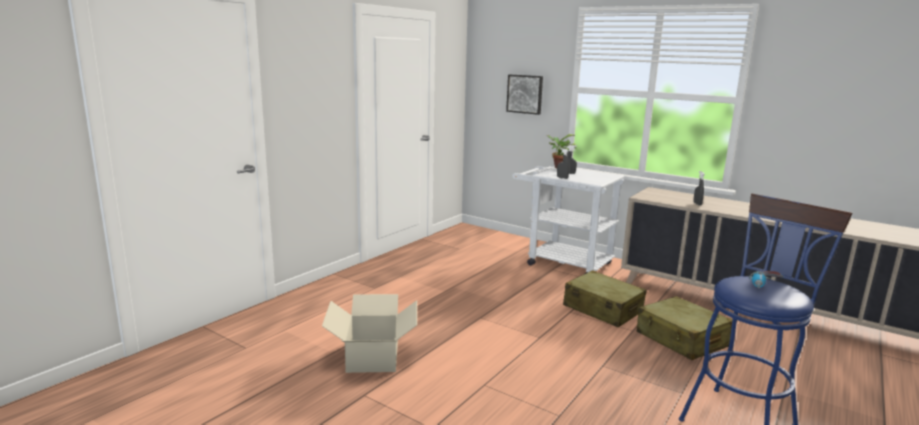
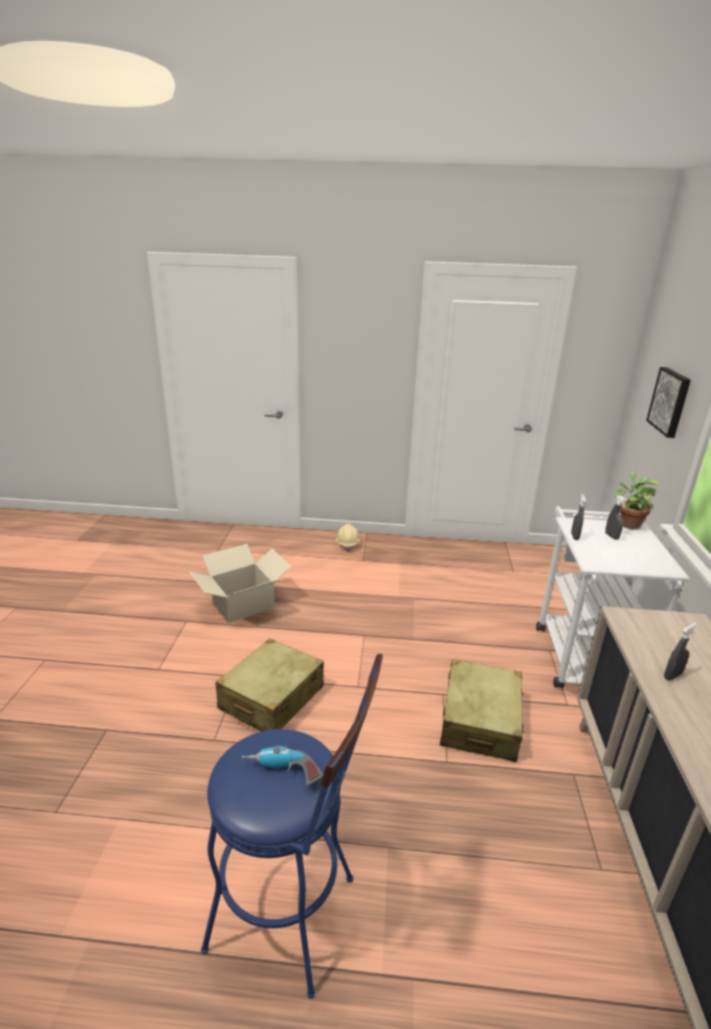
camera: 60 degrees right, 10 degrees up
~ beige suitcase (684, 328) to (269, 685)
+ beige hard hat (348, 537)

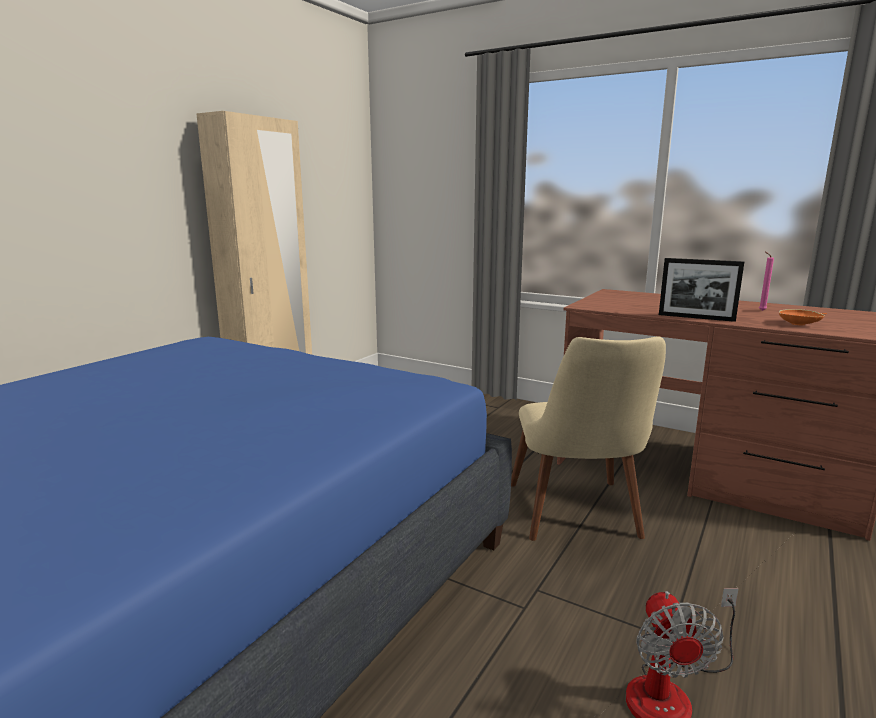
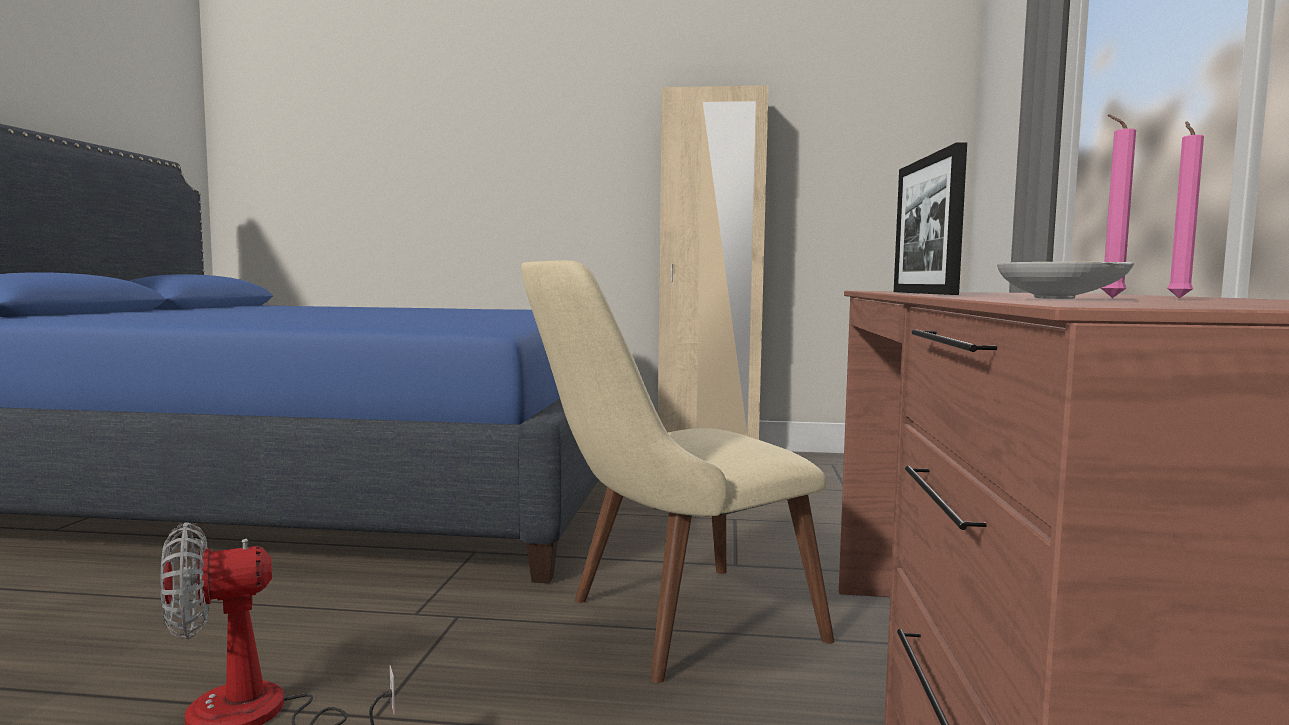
camera: 65 degrees right, 10 degrees down
~ orange bowl (803, 317) to white bowl (1065, 280)
+ pink candle (1118, 206)

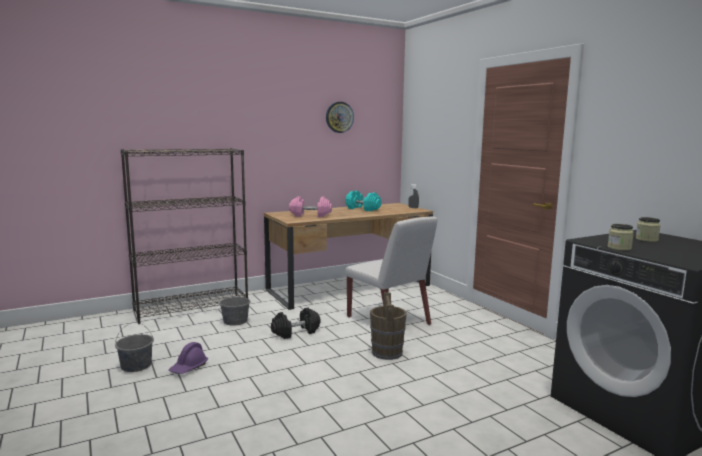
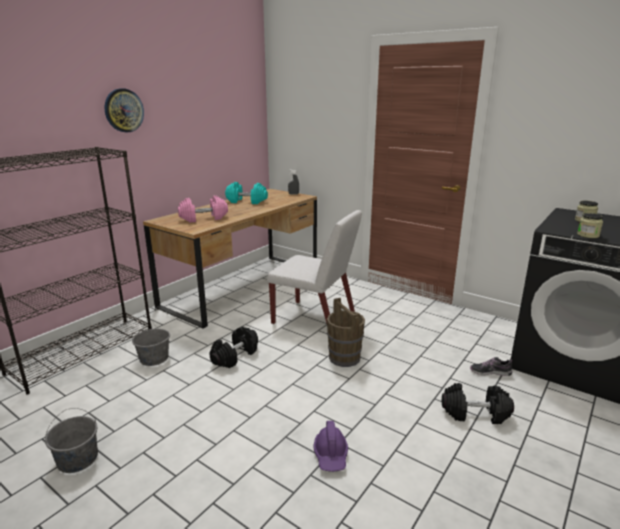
camera: 25 degrees left, 10 degrees up
~ purple hard hat (188, 358) to (330, 446)
~ wall clock (340, 117) to (124, 110)
+ black dumbbell (478, 403)
+ shoe (491, 366)

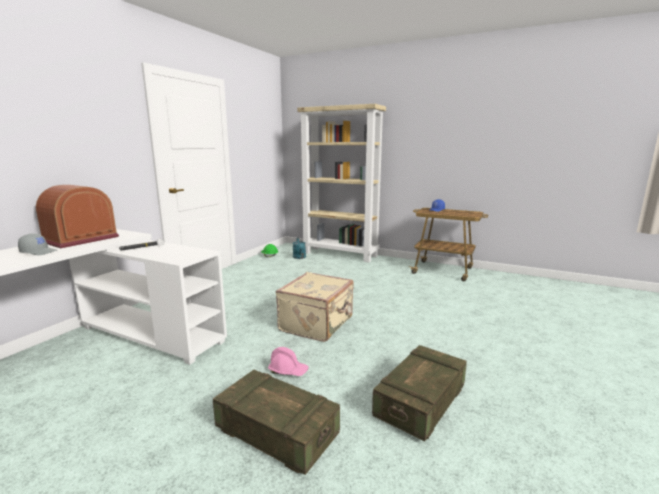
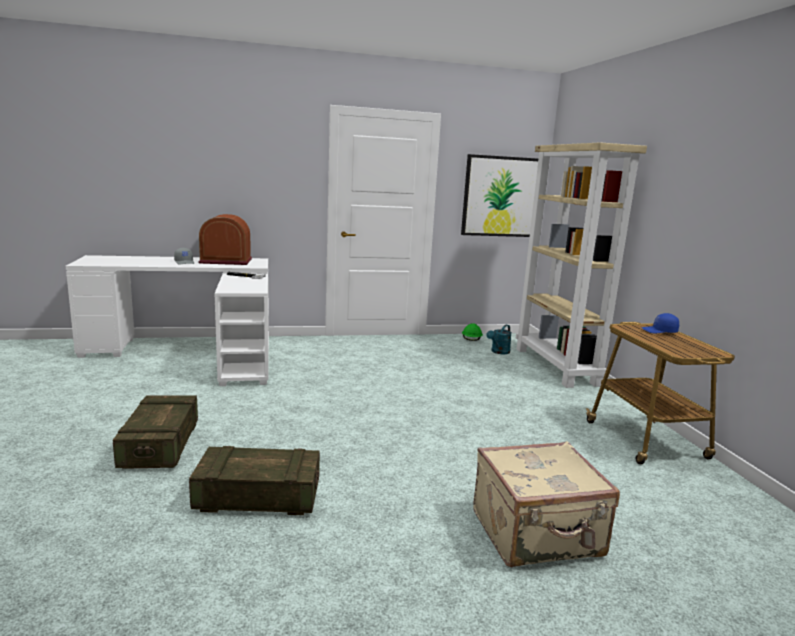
camera: 50 degrees right, 0 degrees up
- pink hard hat (288, 361)
~ beige suitcase (314, 307) to (546, 504)
+ picture (499, 195)

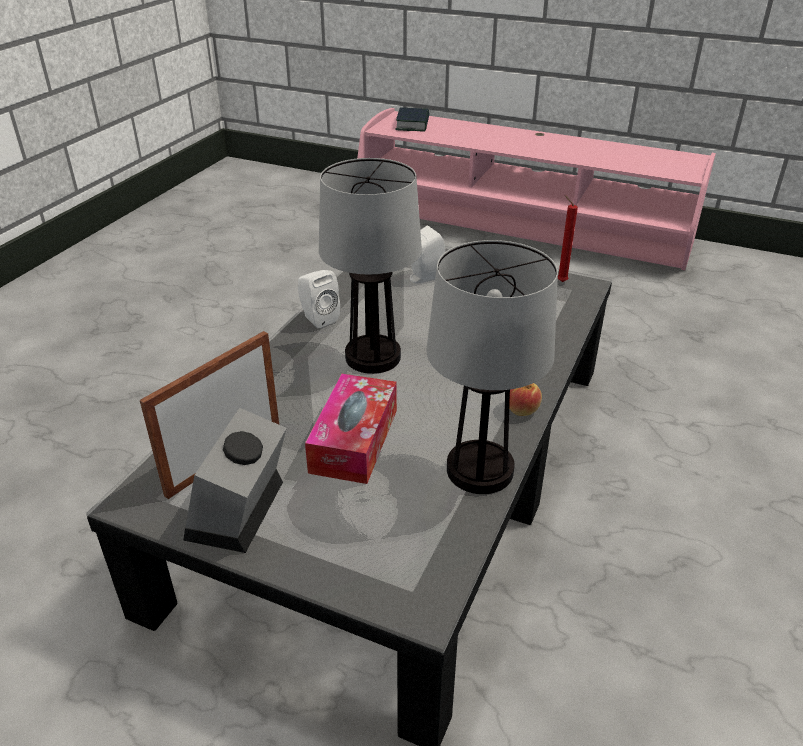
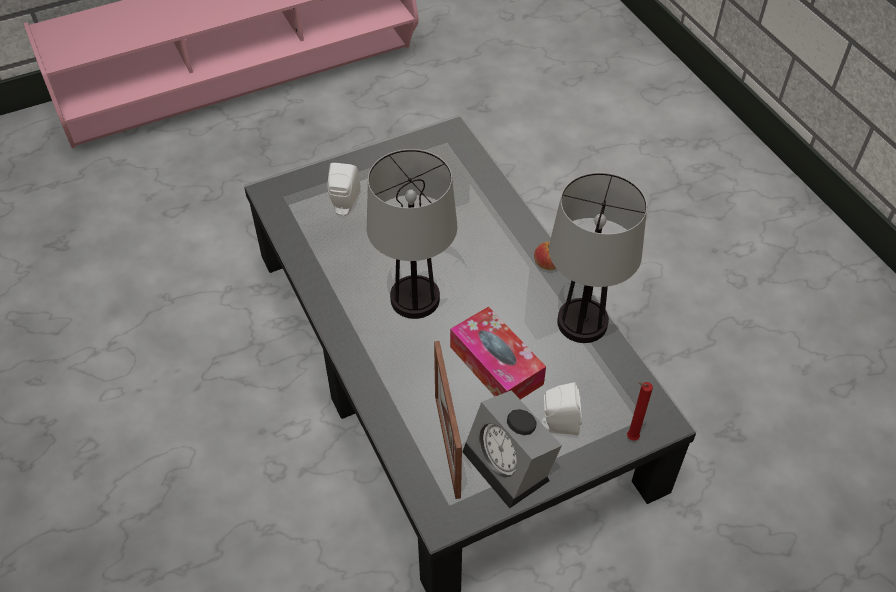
camera: 50 degrees left, 15 degrees up
~ white speaker (319, 299) to (561, 408)
- book (412, 119)
~ red candle (568, 238) to (640, 411)

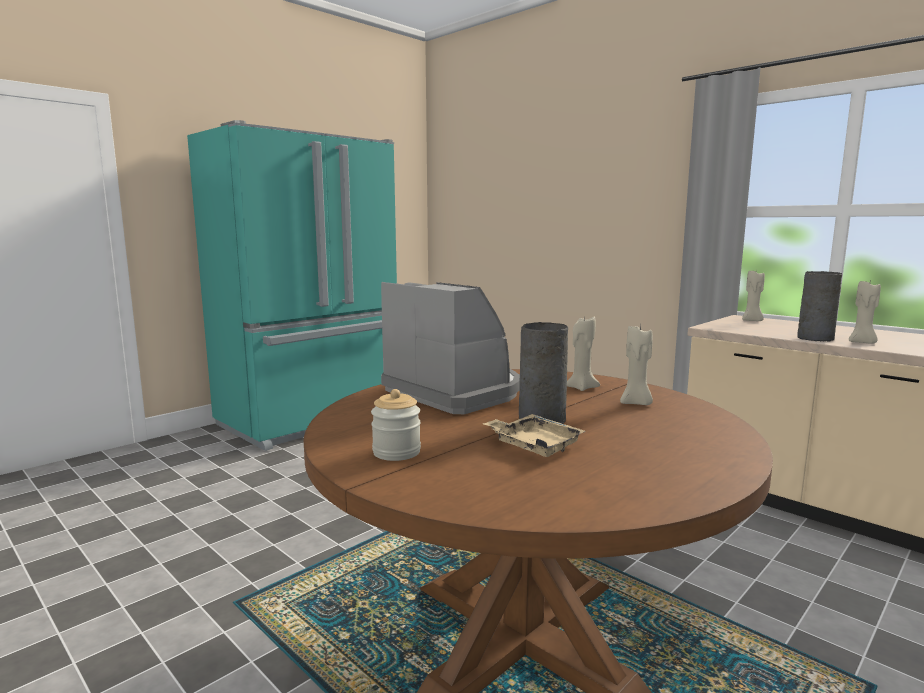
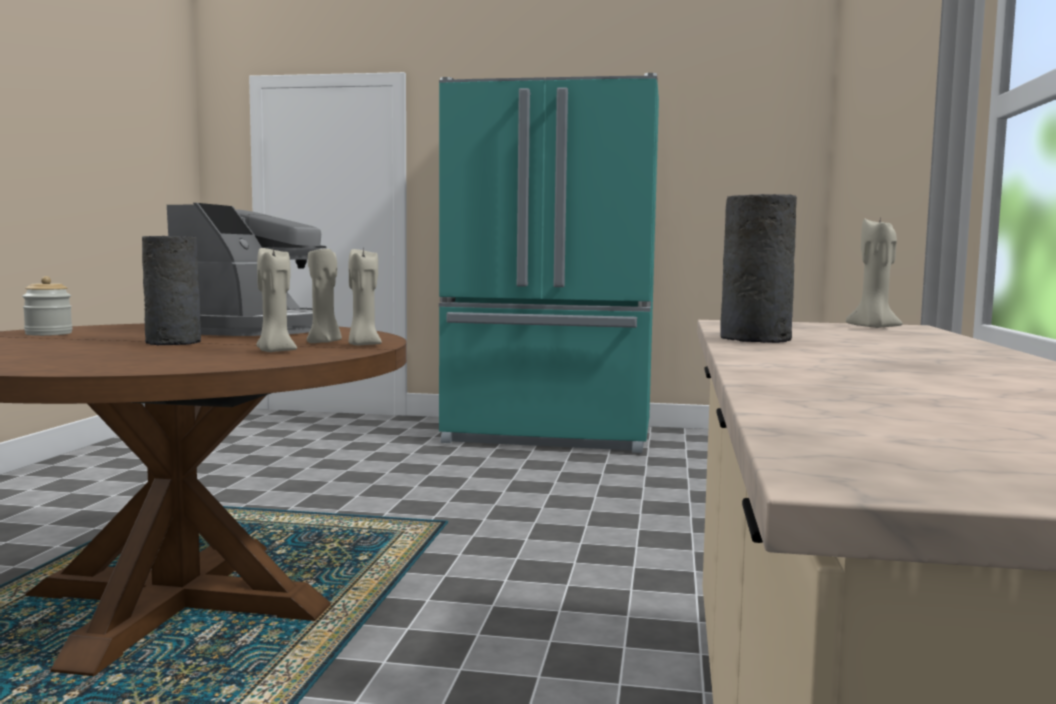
camera: 55 degrees right, 5 degrees down
- beige tray (534, 435)
~ beige candle (865, 312) to (365, 296)

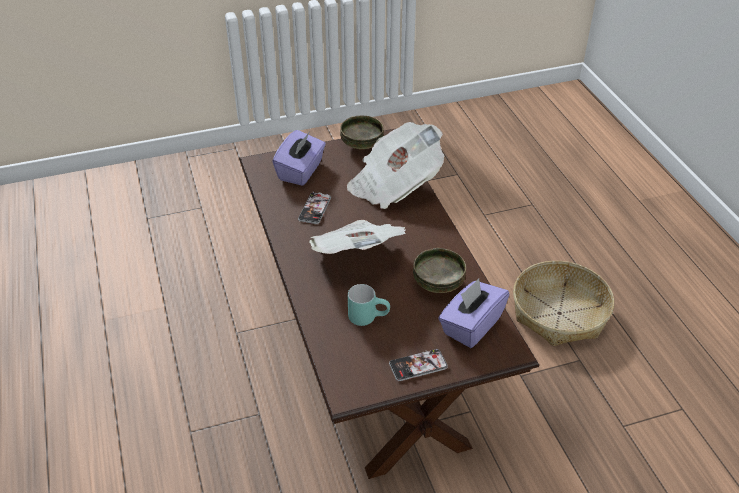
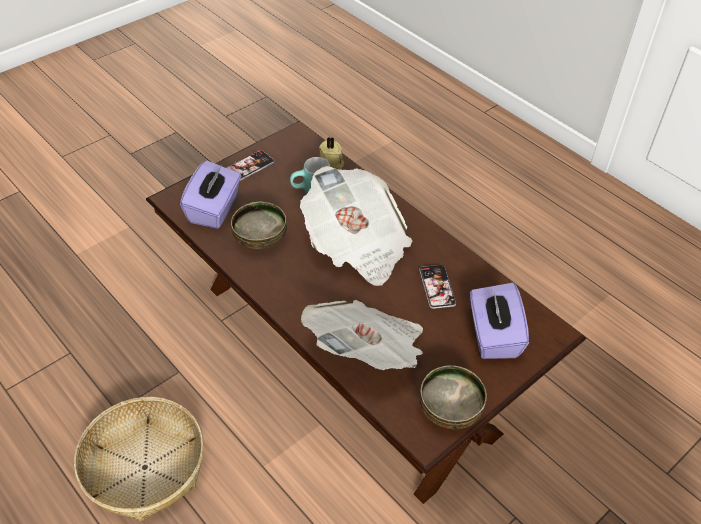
camera: 155 degrees right, 5 degrees up
+ beige candle (331, 153)

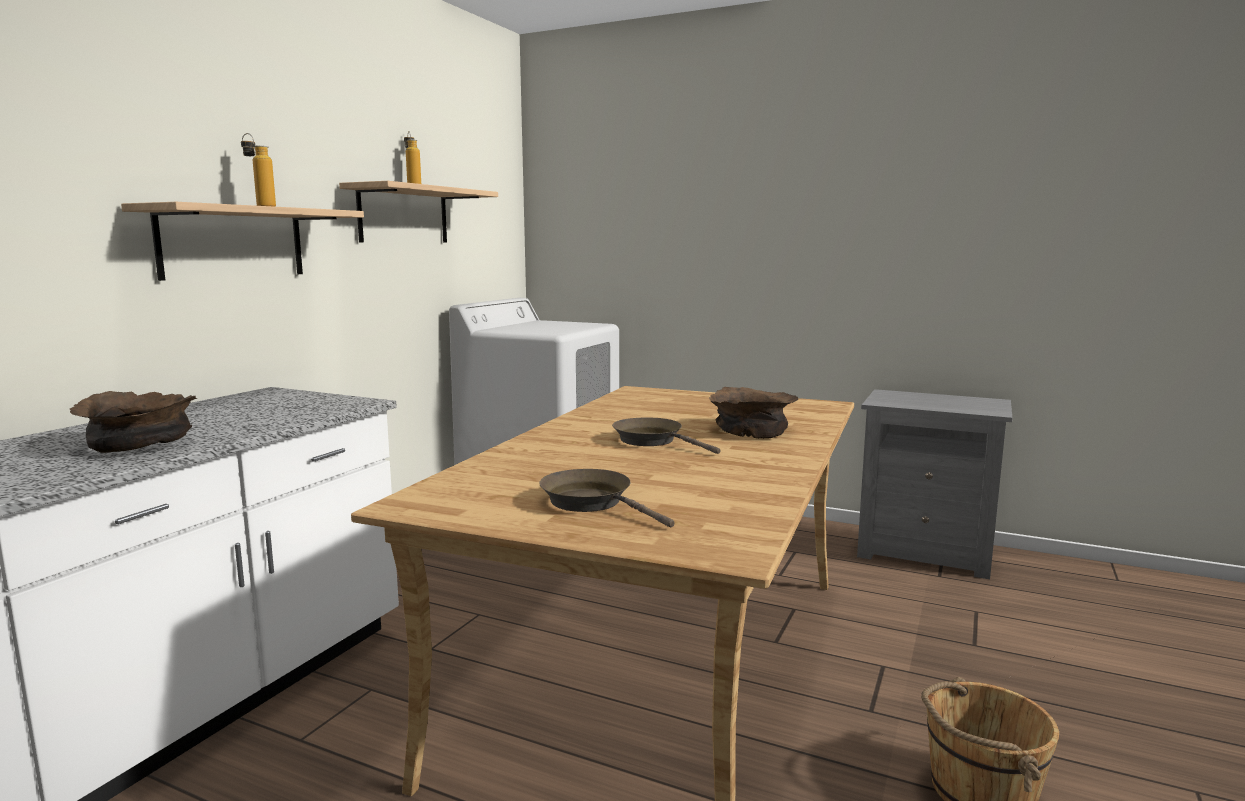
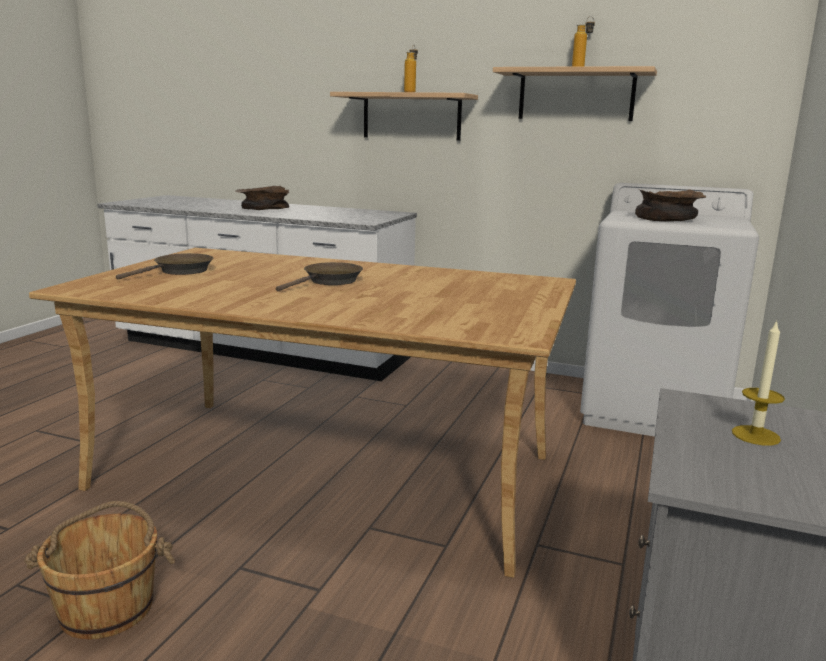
camera: 85 degrees right, 5 degrees up
~ brown bowl (753, 413) to (670, 205)
+ candle (758, 382)

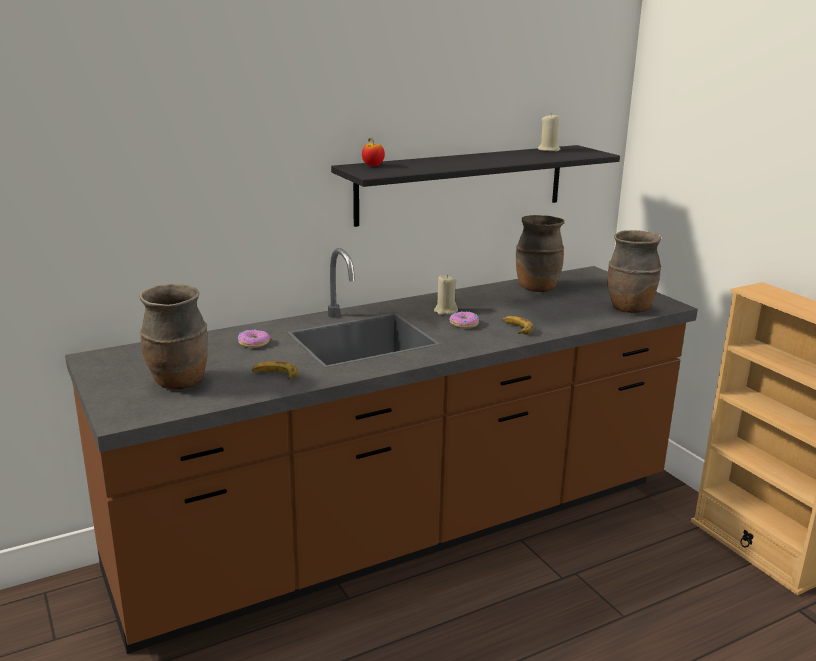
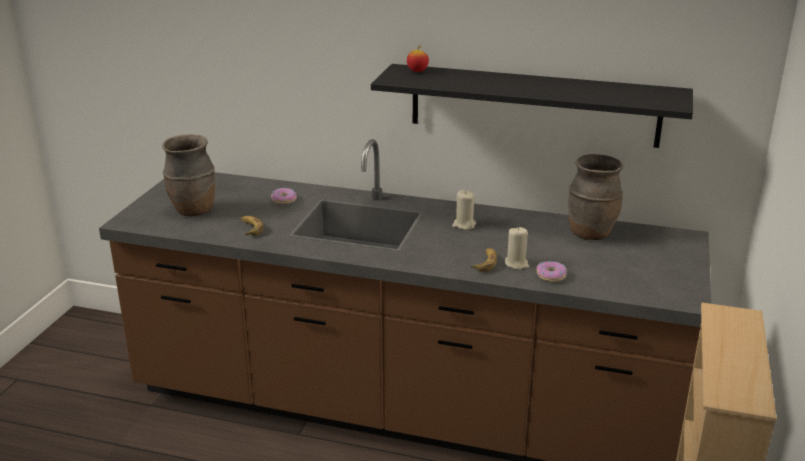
camera: 45 degrees right, 5 degrees up
~ donut (464, 319) to (551, 271)
~ beige candle (549, 132) to (517, 248)
- brown vase (634, 271)

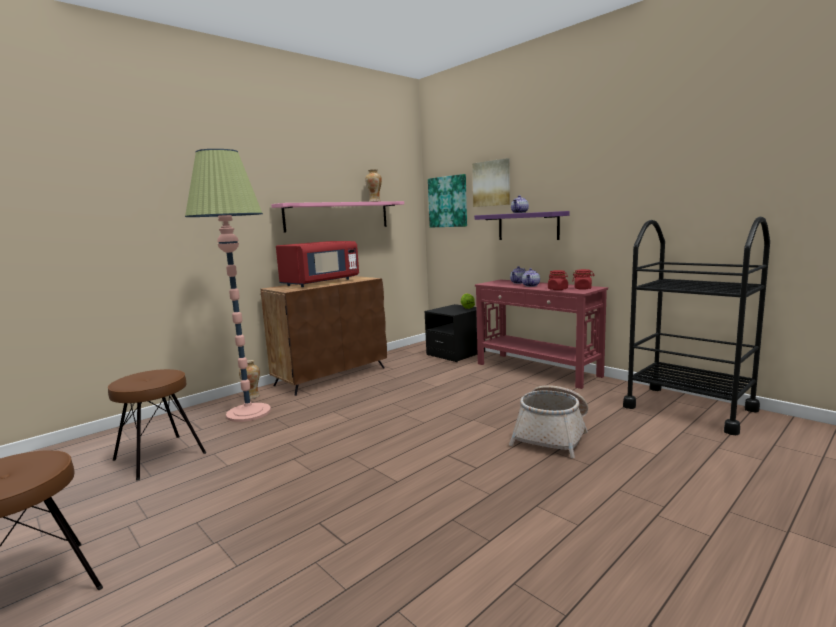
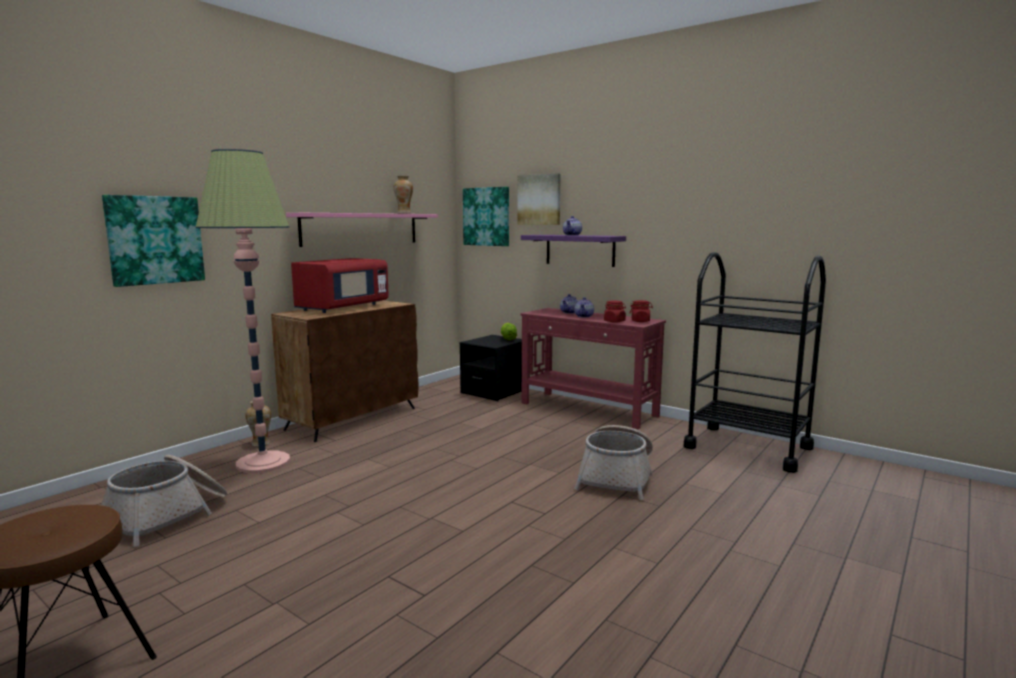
camera: 10 degrees left, 0 degrees up
~ brown stool (157, 425) to basket (164, 501)
+ picture (153, 241)

